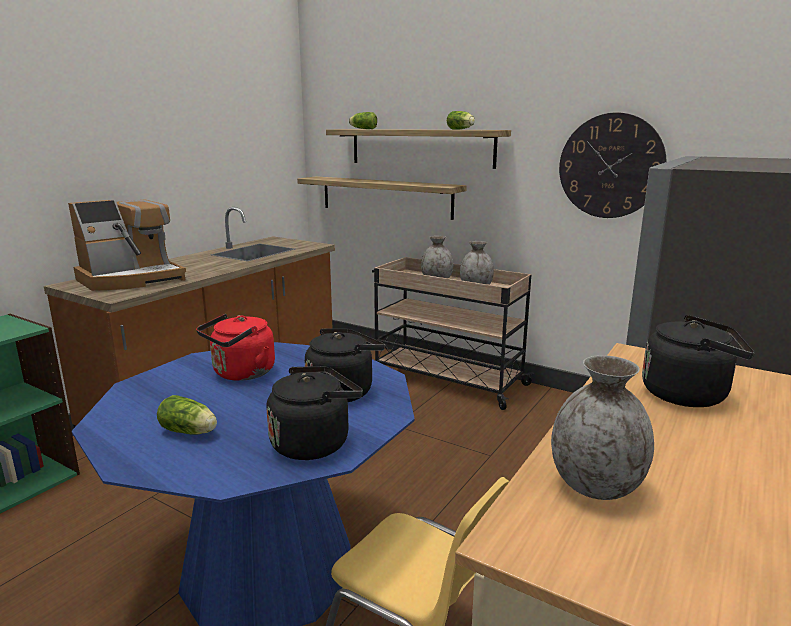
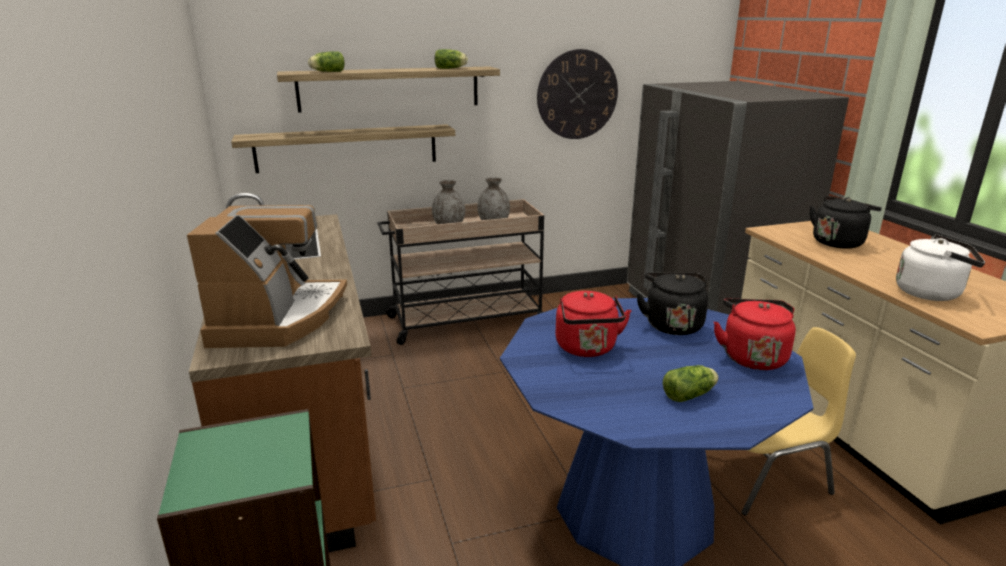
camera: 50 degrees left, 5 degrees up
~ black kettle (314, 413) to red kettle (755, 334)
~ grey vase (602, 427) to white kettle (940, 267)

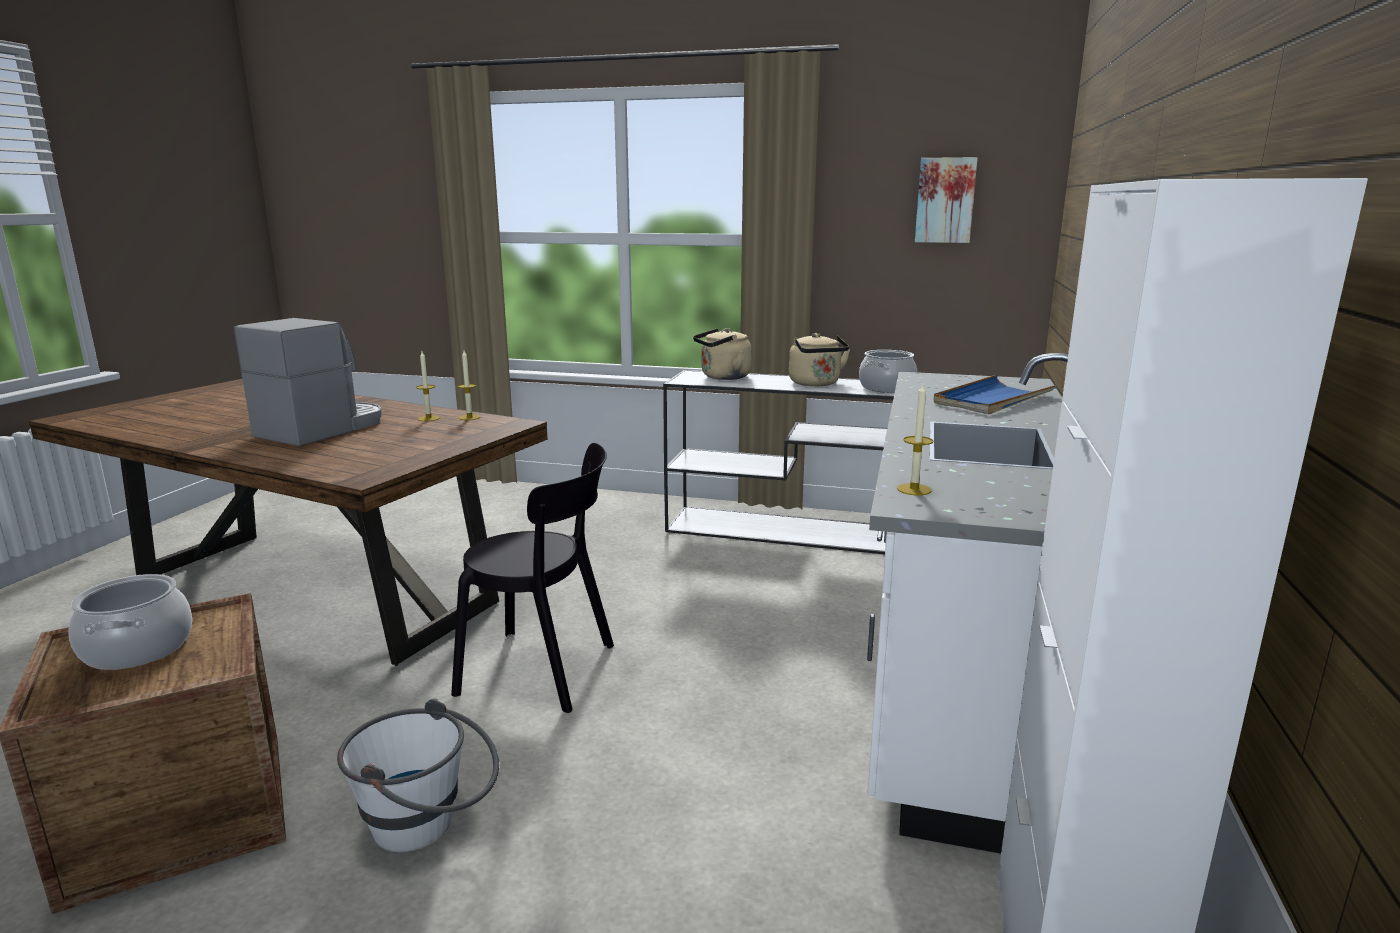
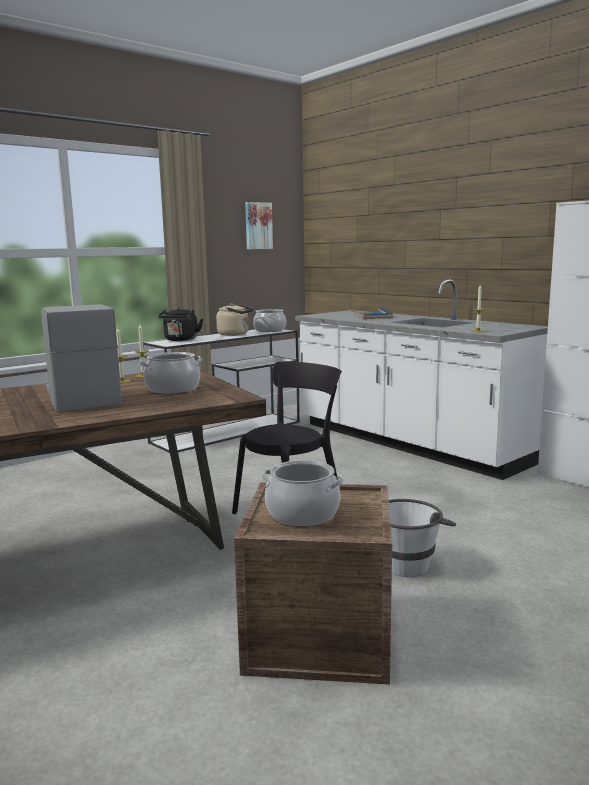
camera: 55 degrees left, 5 degrees down
~ beige kettle (722, 354) to black kettle (180, 324)
+ cooking pot (171, 373)

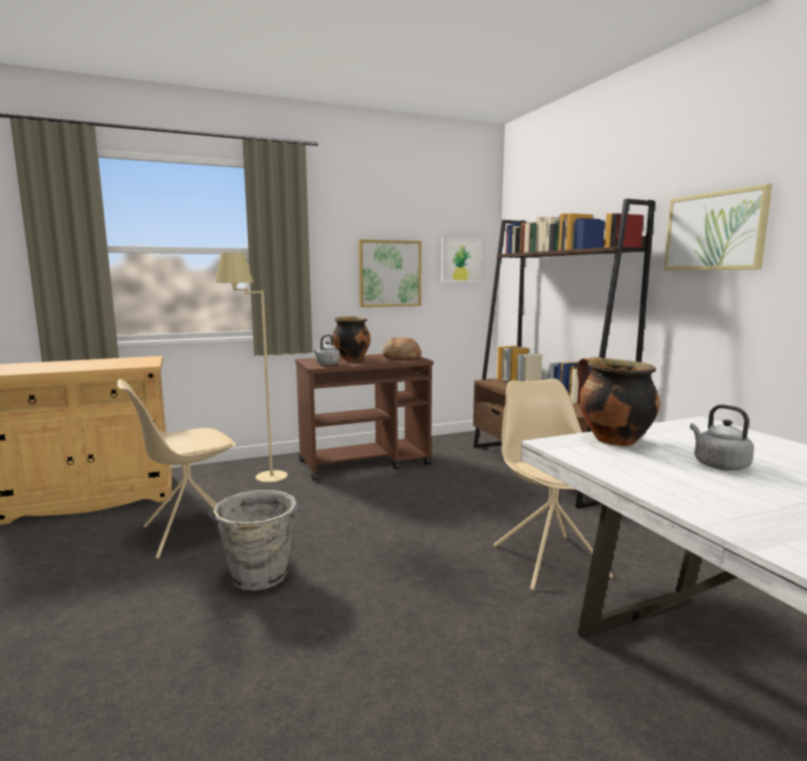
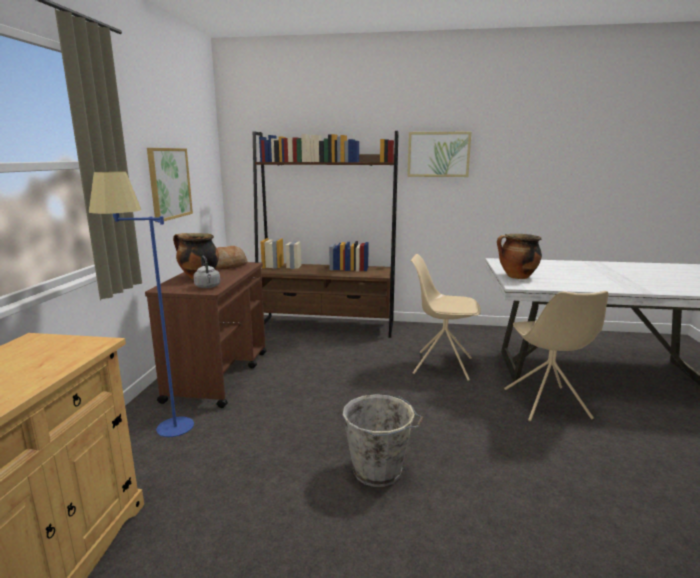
camera: 60 degrees left, 5 degrees up
~ beige chair (176, 469) to (556, 356)
~ beige floor lamp (251, 367) to blue floor lamp (141, 304)
- picture (461, 260)
- grey kettle (722, 437)

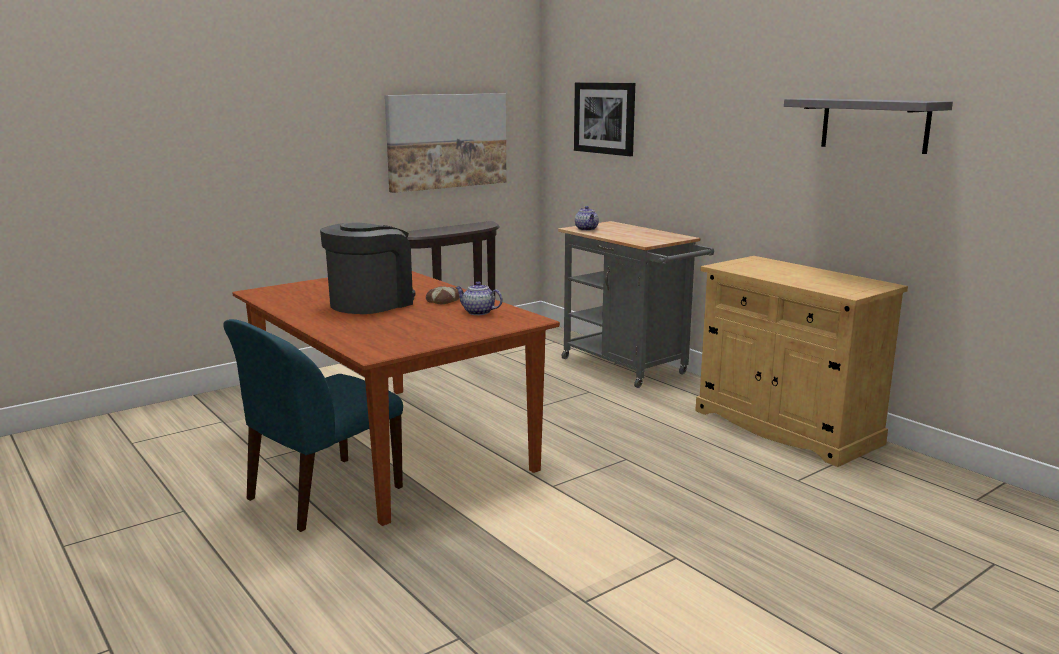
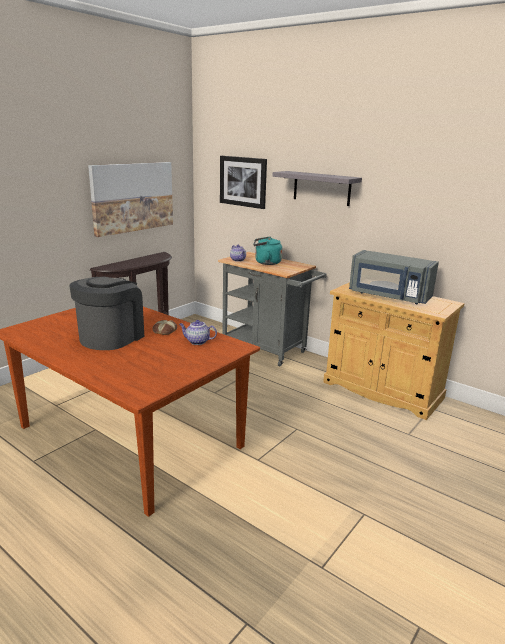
camera: 15 degrees left, 5 degrees up
- blue chair (313, 425)
~ grey shelf (868, 126) to (317, 188)
+ turquoise kettle (267, 250)
+ grey microwave (394, 277)

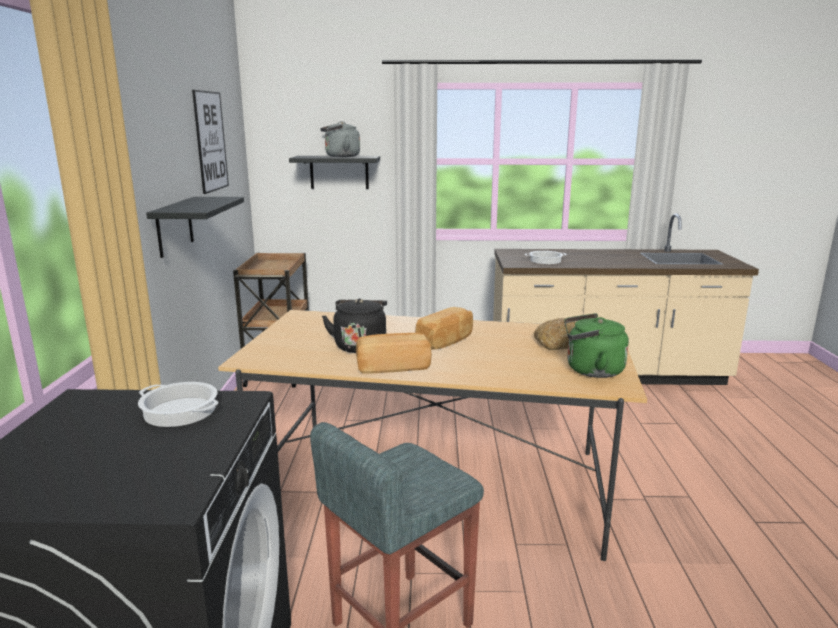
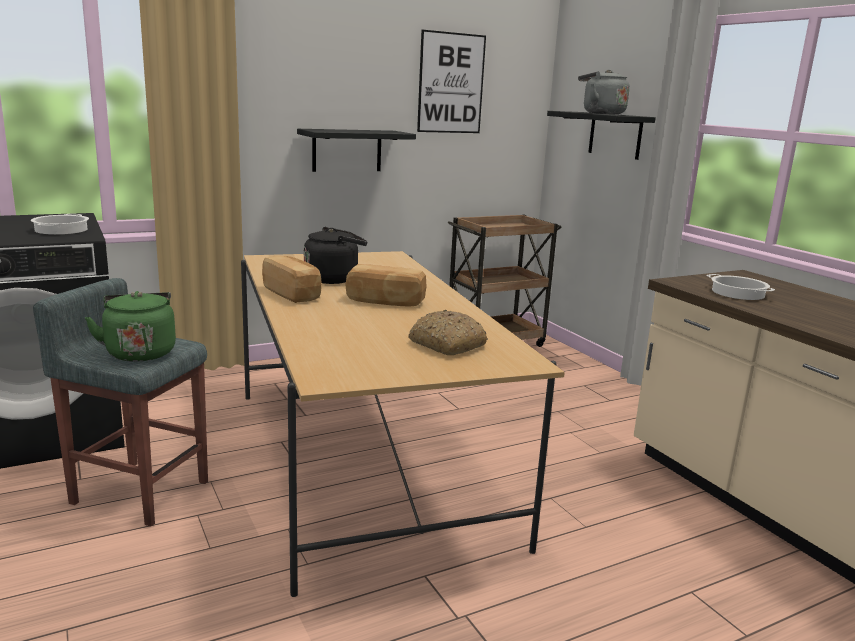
camera: 60 degrees right, 0 degrees up
~ green kettle (596, 345) to (130, 326)

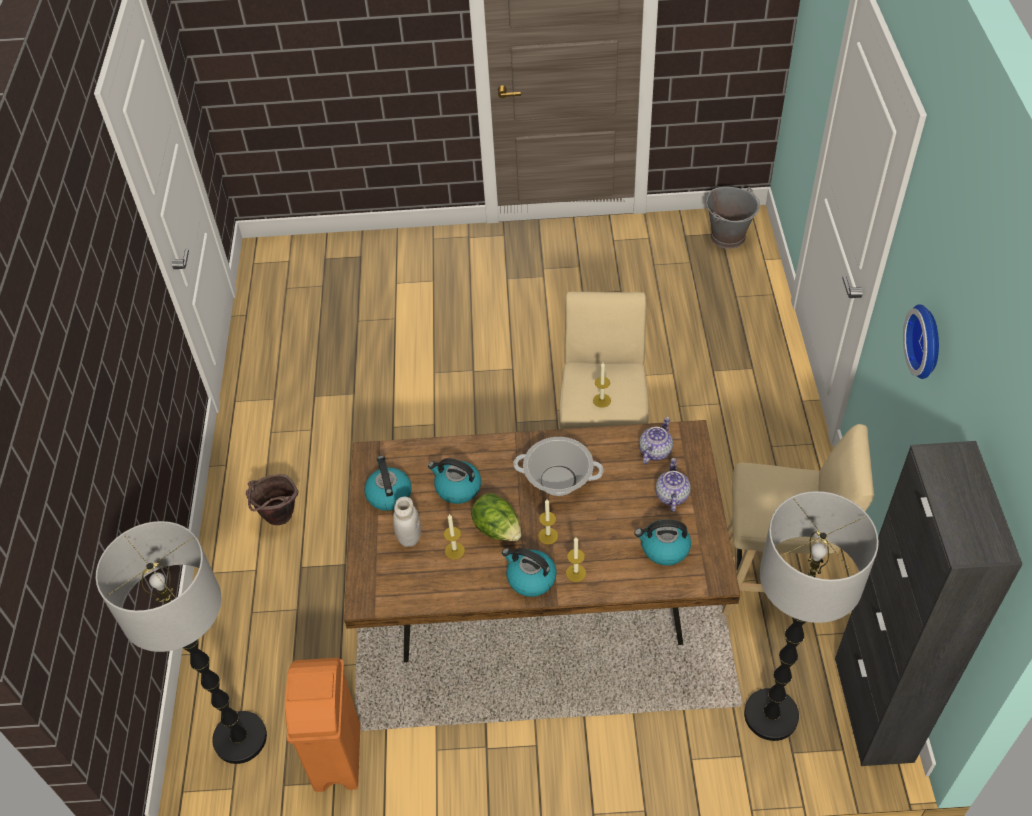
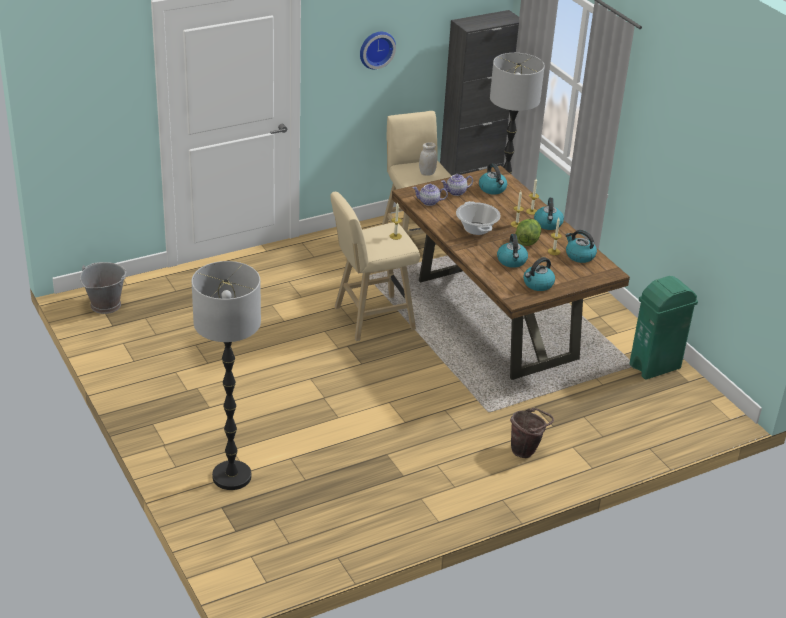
camera: 120 degrees left, 15 degrees down
~ floor lamp (181, 642) to (226, 375)
~ orange trash can (323, 725) to green trash can (663, 327)
~ white jar (407, 522) to (428, 159)
+ kettle (581, 246)

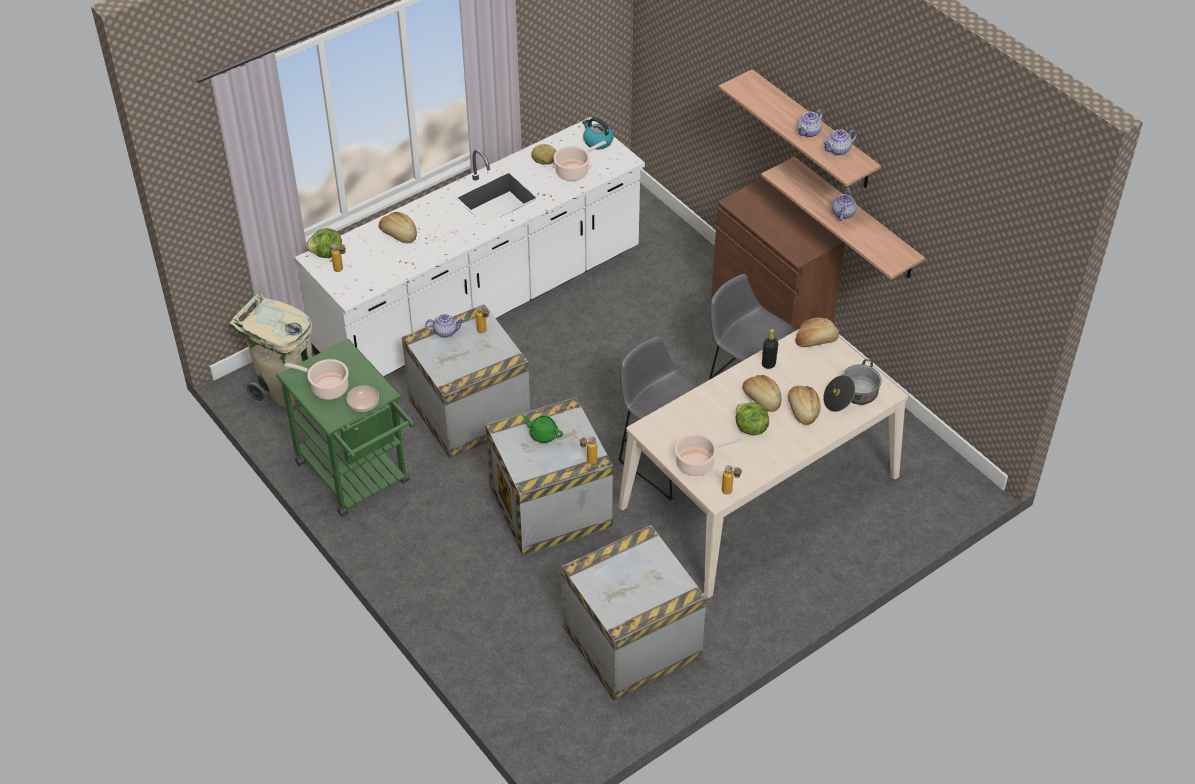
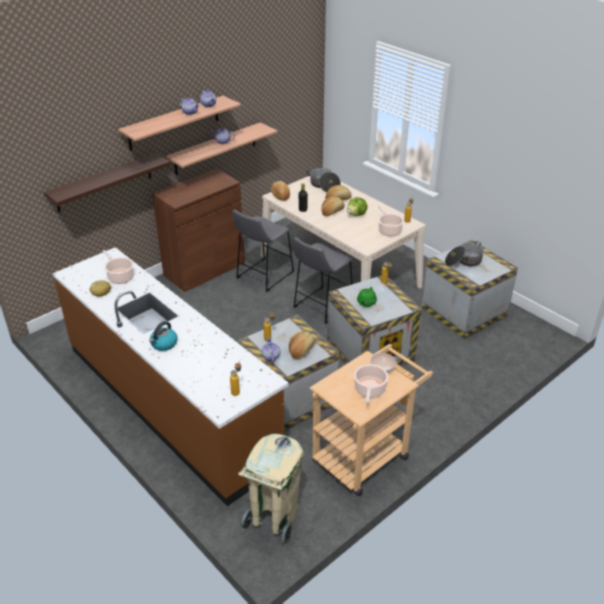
camera: 95 degrees left, 10 degrees down
~ green cart (345, 427) to beige cart (371, 420)
~ white counter (470, 247) to brown counter (170, 376)
- lettuce (324, 243)
~ bread (398, 227) to (302, 345)
~ kettle (597, 133) to (163, 336)
+ shelf (107, 182)
+ cooking pot (464, 253)

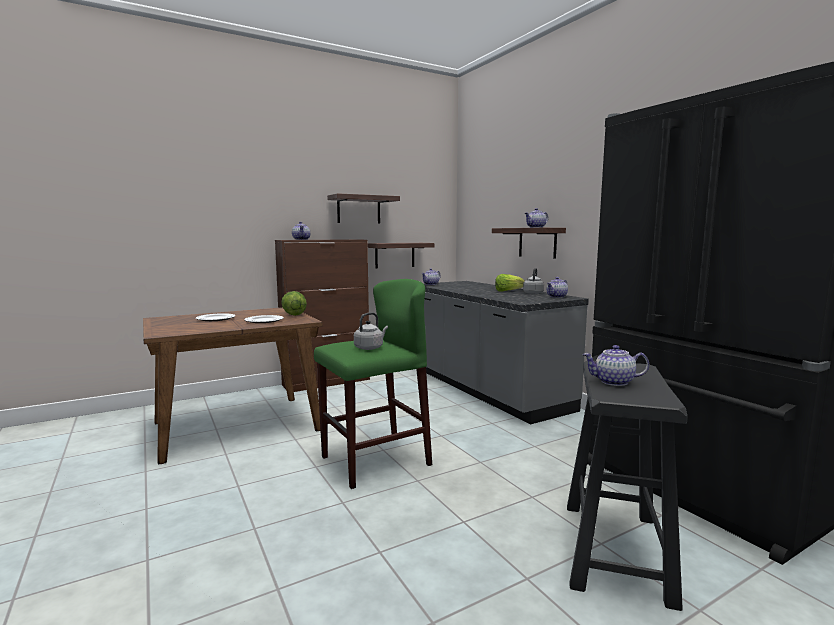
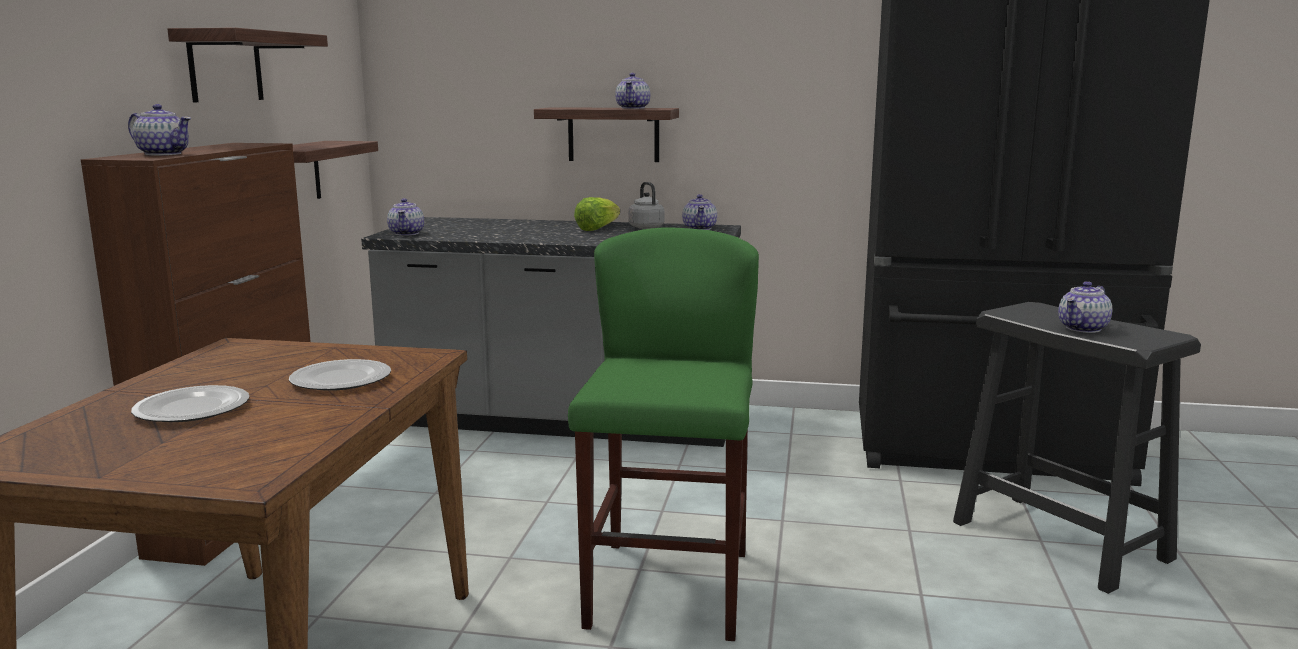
camera: 50 degrees left, 5 degrees up
- lettuce (294, 303)
- grey kettle (371, 331)

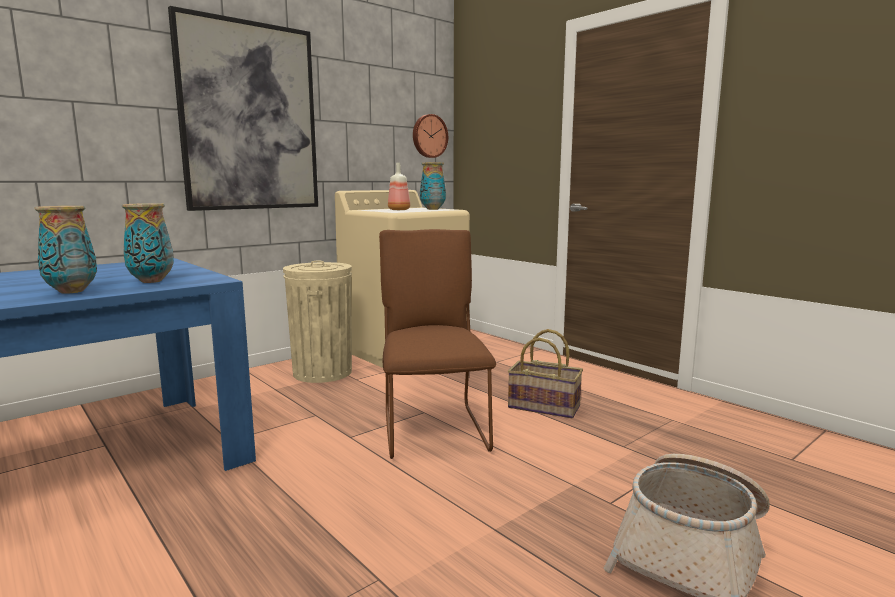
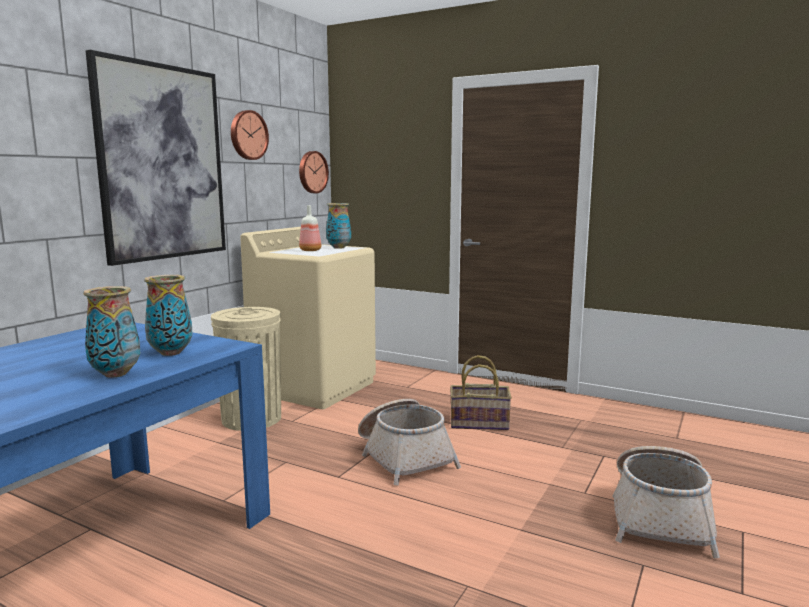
camera: 20 degrees left, 0 degrees up
~ brown chair (437, 344) to basket (409, 442)
+ wall clock (250, 135)

